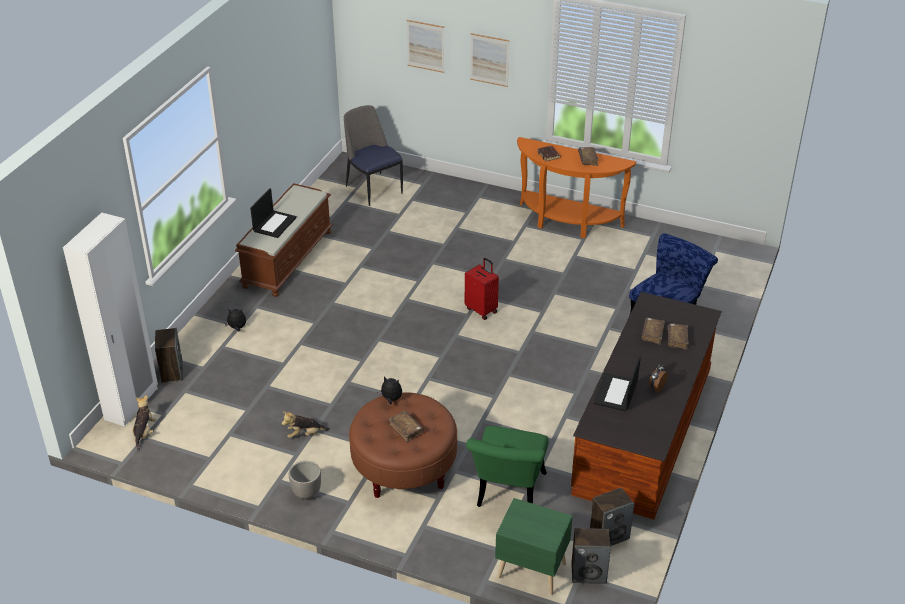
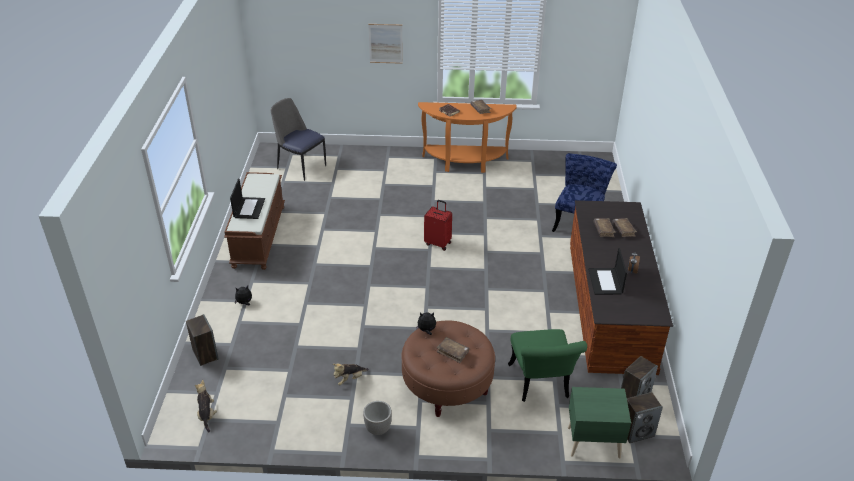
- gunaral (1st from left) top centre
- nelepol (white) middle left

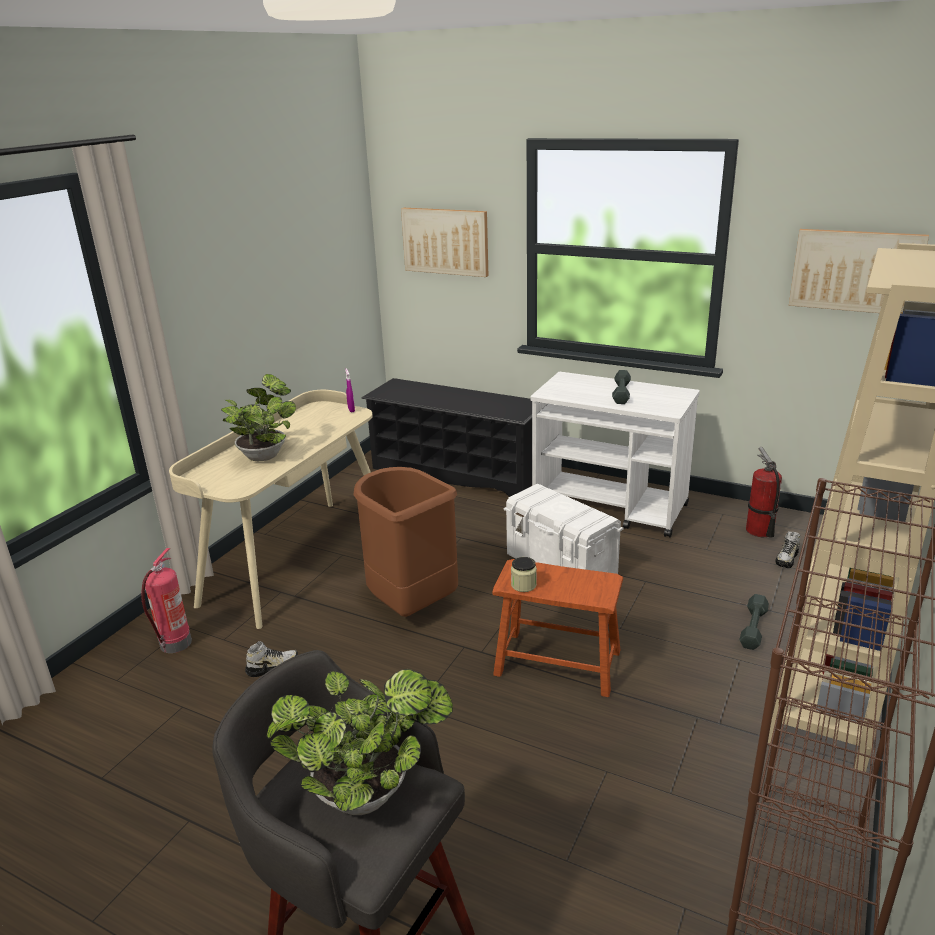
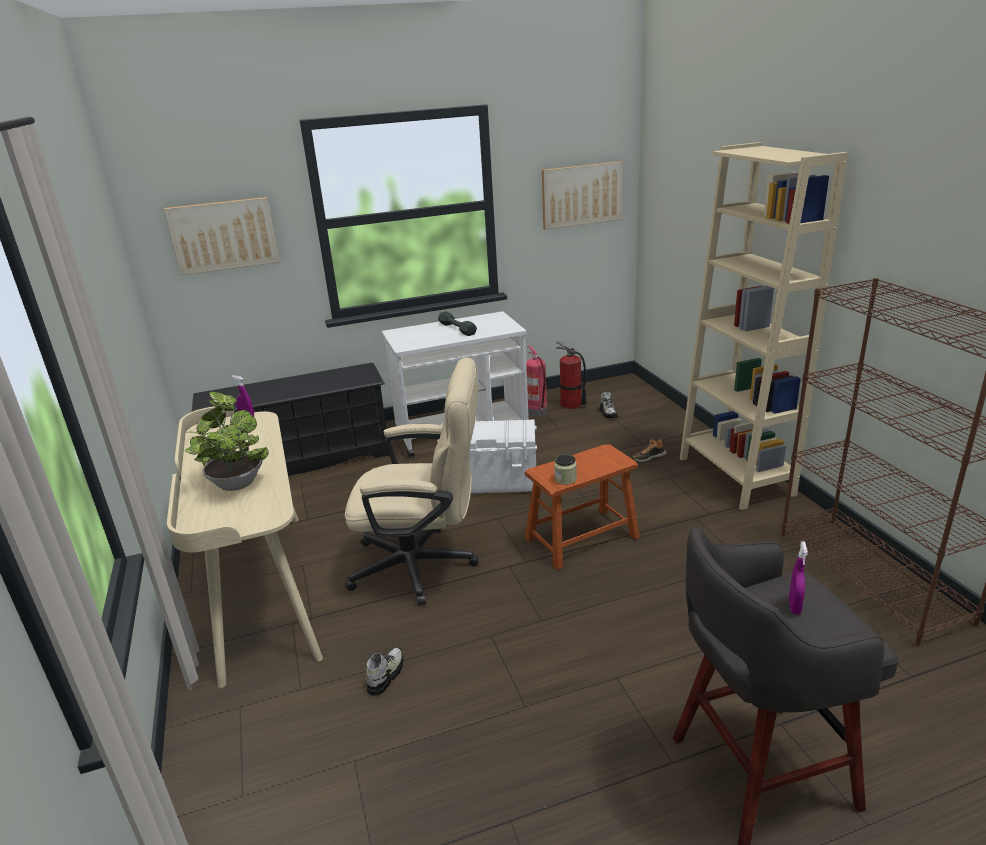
~ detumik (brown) centre to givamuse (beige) centre
~ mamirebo (1st from left) middle left to centre
~ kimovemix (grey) (2nd from left) middle right to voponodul (3rd from left) centre
~ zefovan (2nd from left) bottom centre to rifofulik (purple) (2nd from left) bottom right

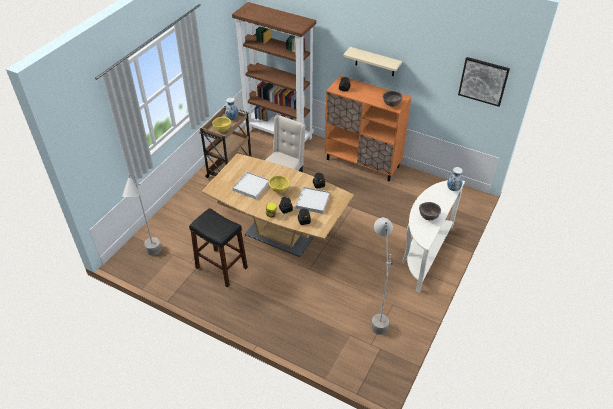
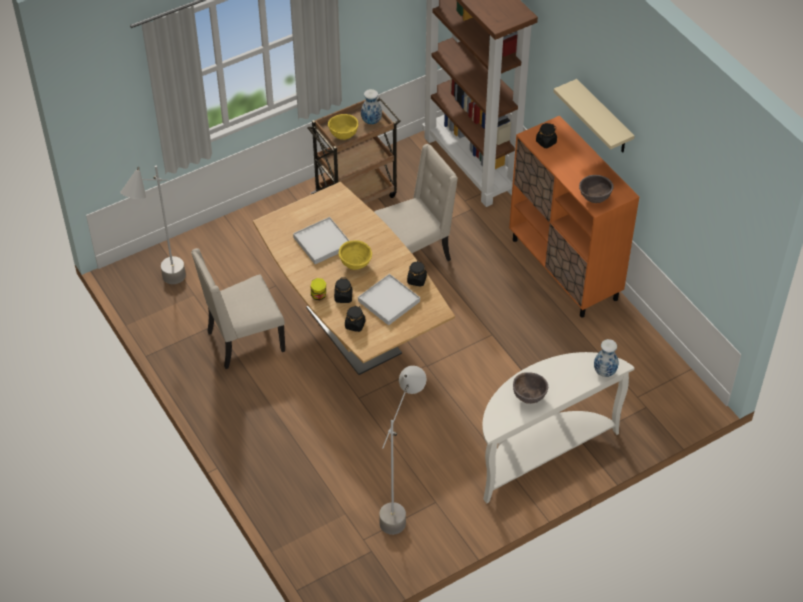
- gunaral top right
~ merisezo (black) centre to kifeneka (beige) (1st from left) middle left

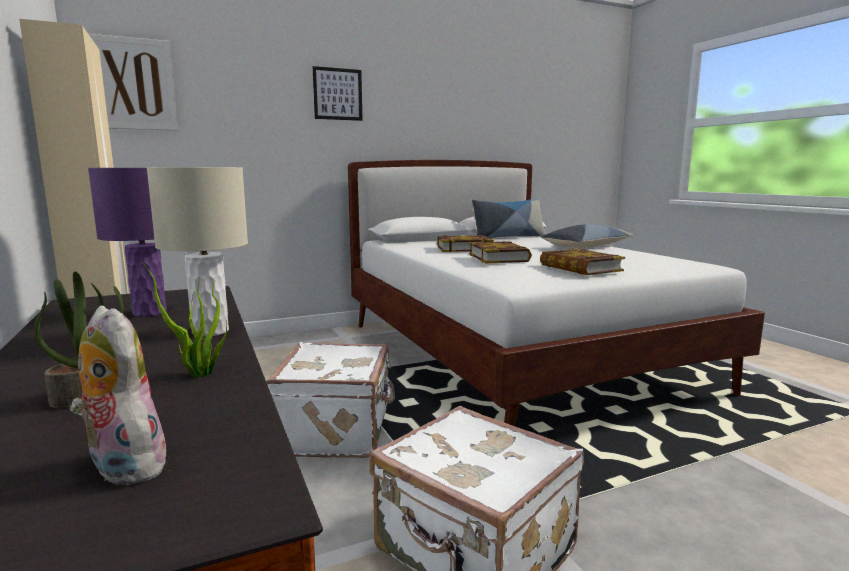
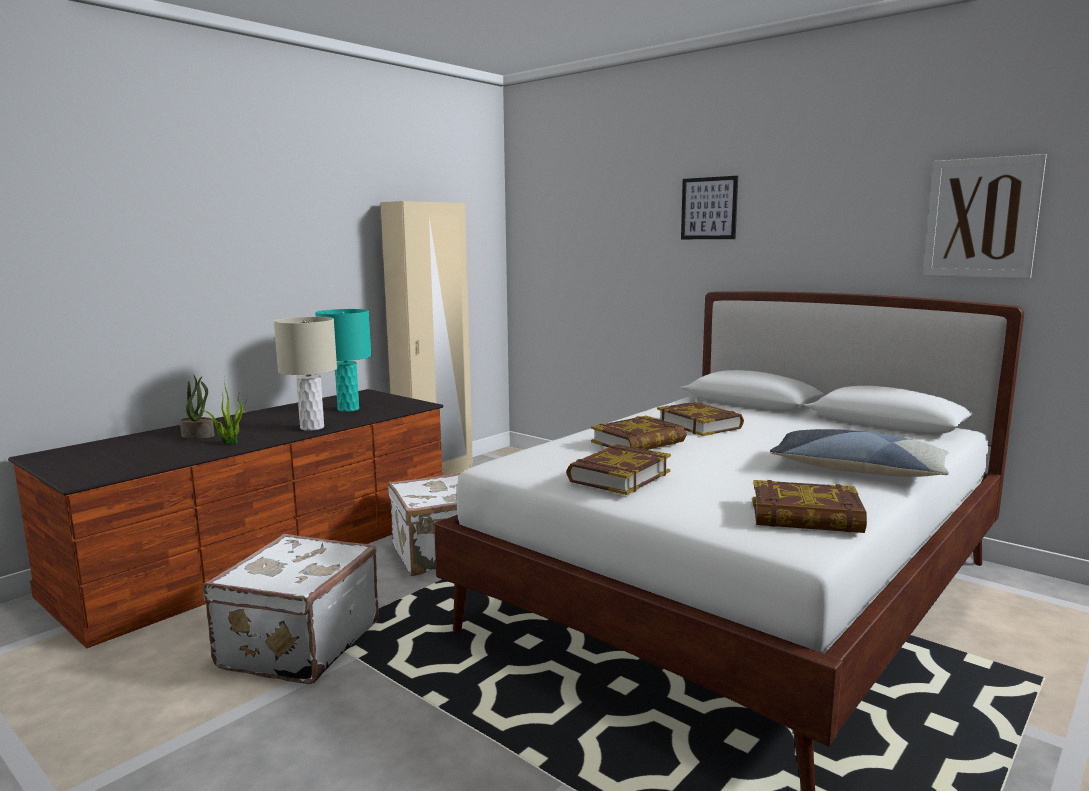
~ gunaral (1st from left in the first image) top left to gunaral (2nd from left) top right
~ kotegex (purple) middle left to kotegex (turquoise) middle left
- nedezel (1st from left) centre
- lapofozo bottom left
+ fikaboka (4th from left) middle right

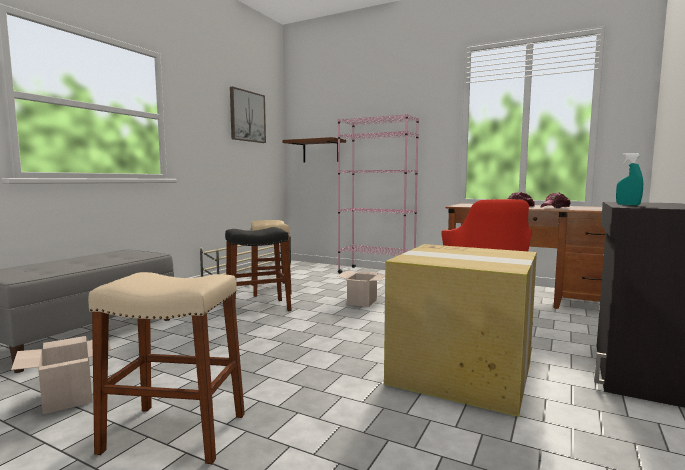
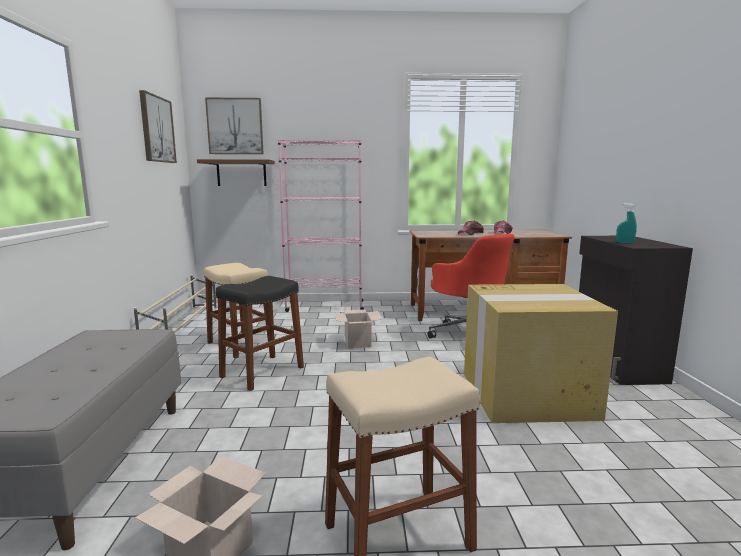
+ gunaral (2nd from left) top left

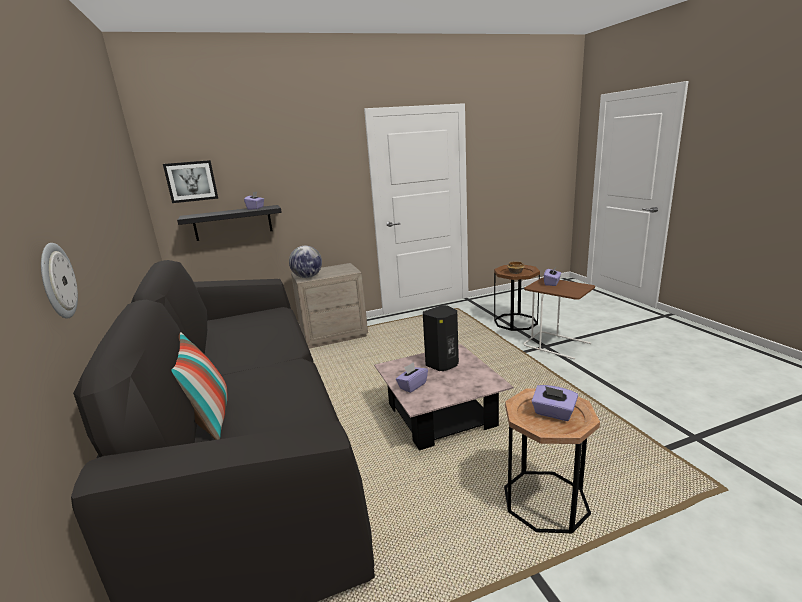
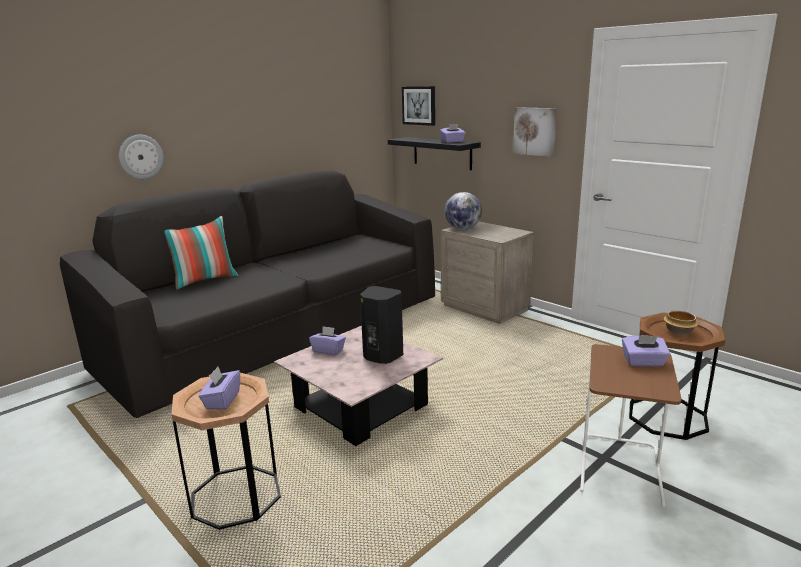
+ gunaral (2nd from left) top right

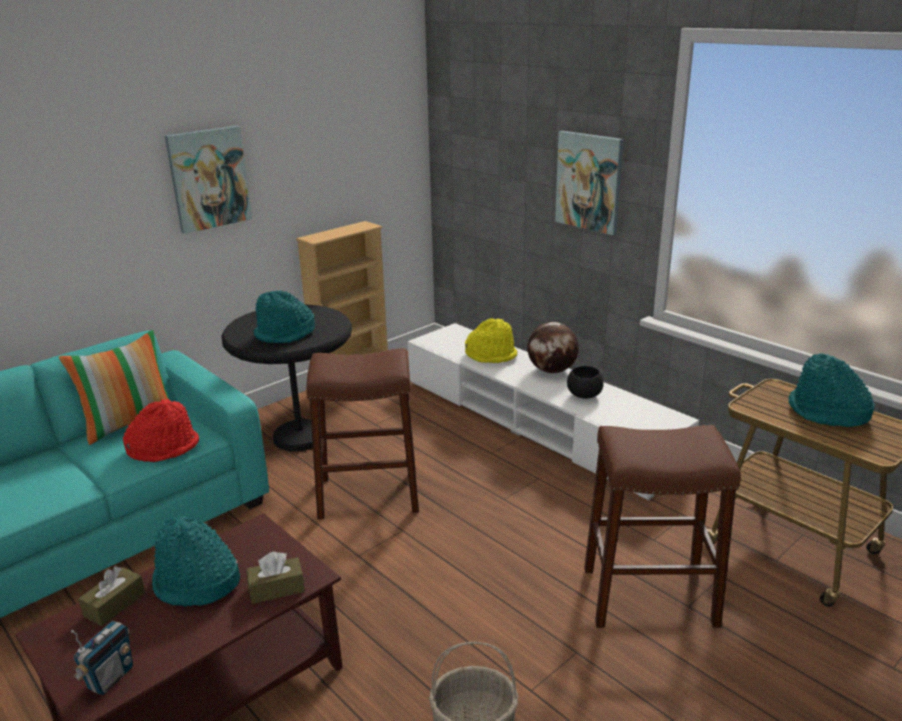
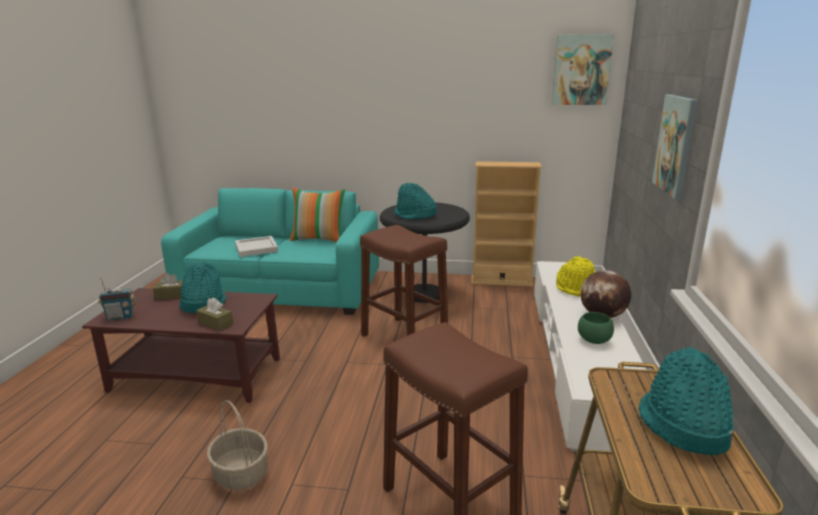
~ gunaral (1st from left) top left to top right
~ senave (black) centre to senave (green) middle right
- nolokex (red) middle left
+ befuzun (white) middle left

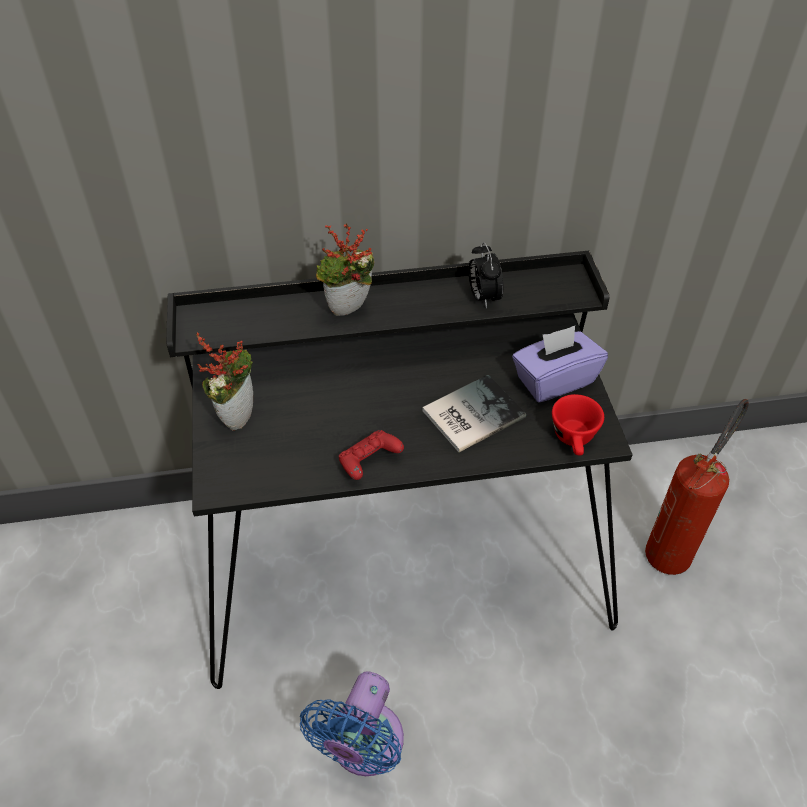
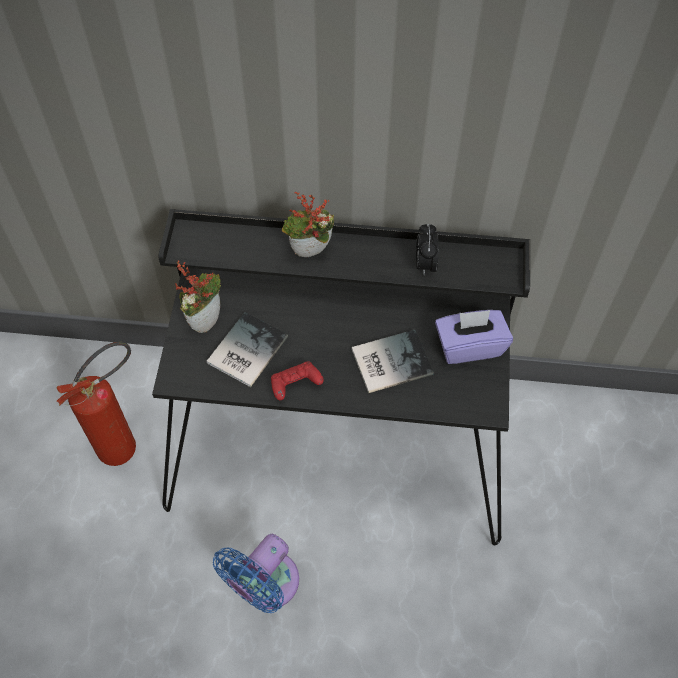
- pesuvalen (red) middle right
~ mamirebo middle right to middle left
+ fikaboka (1st from left) centre

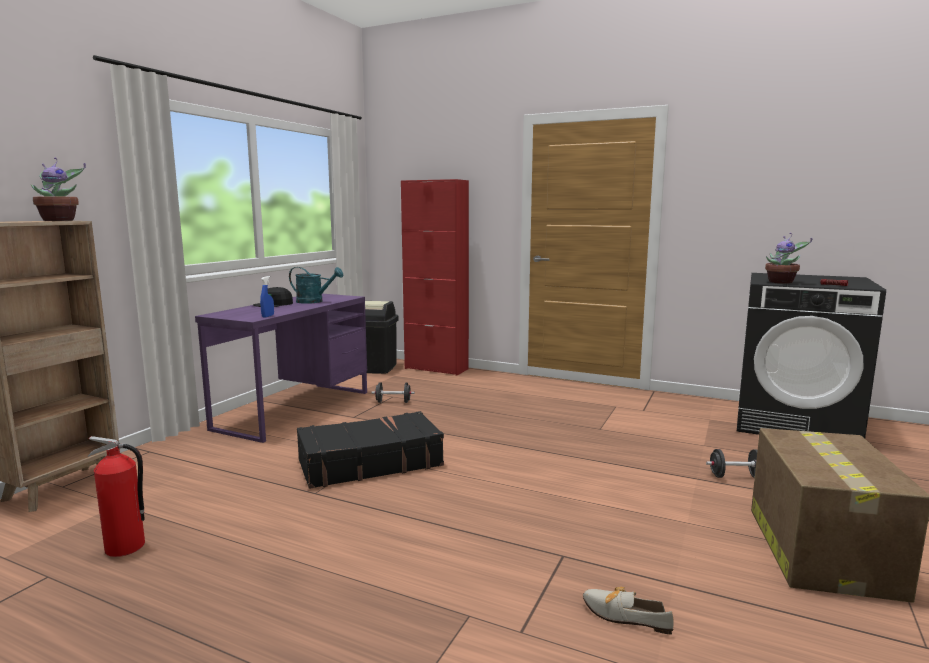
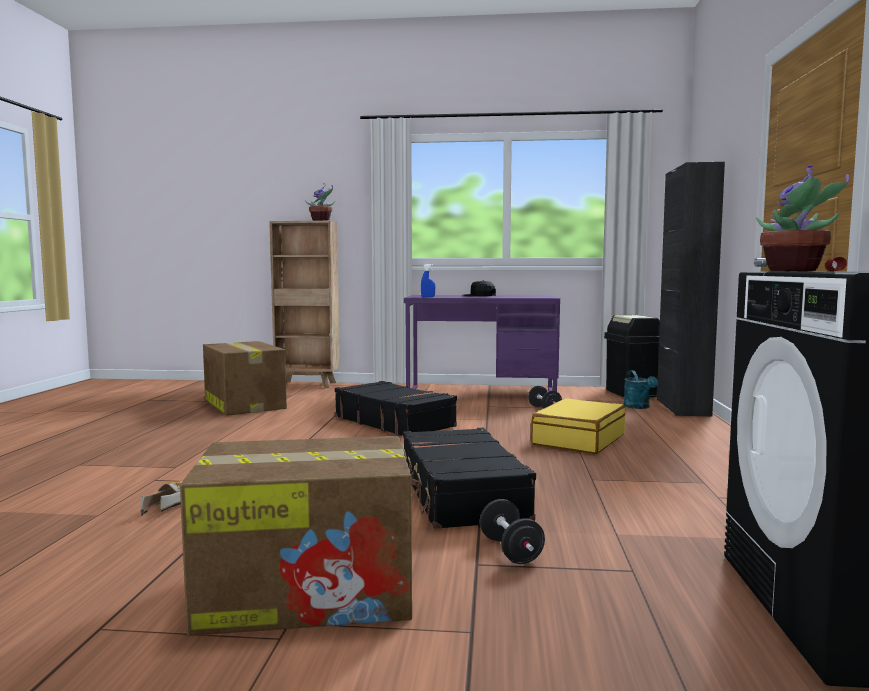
~ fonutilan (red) centre to fonutilan (black) middle right
~ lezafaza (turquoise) centre to middle right
~ mamirebo bottom left to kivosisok (1st from left) middle left
+ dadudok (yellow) centre
+ dadudok (black) (2nd from left) bottom centre

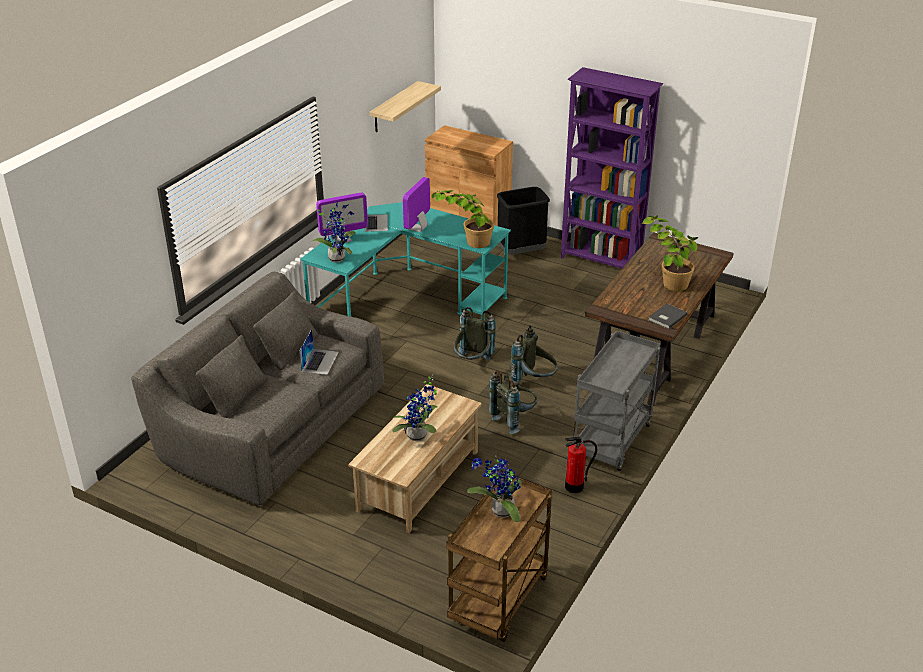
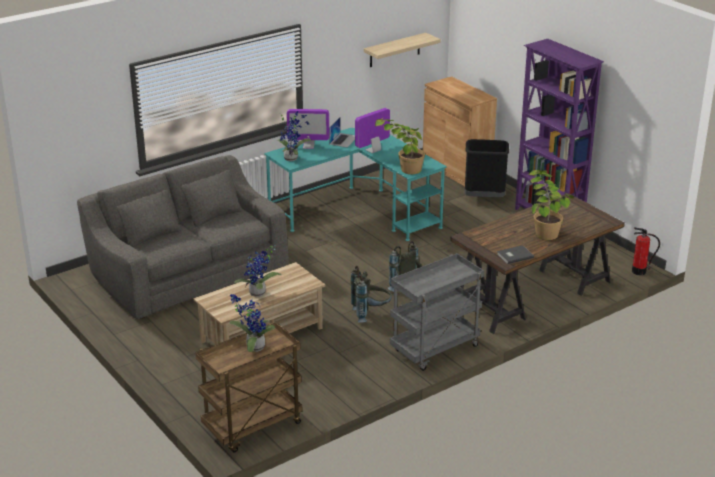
- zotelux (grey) (1st from left) centre
- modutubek (1st from left) centre
~ mamirebo bottom centre to middle right

